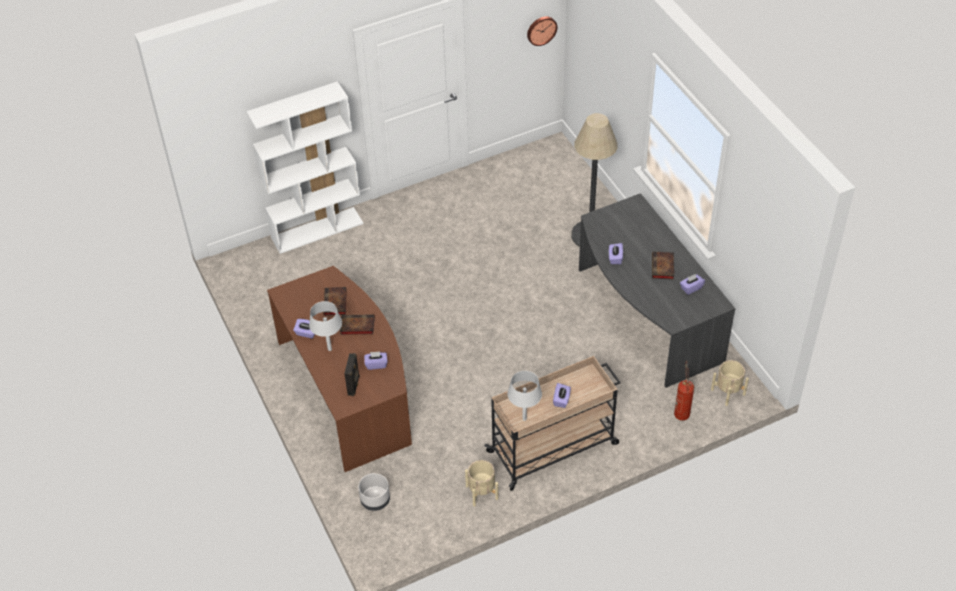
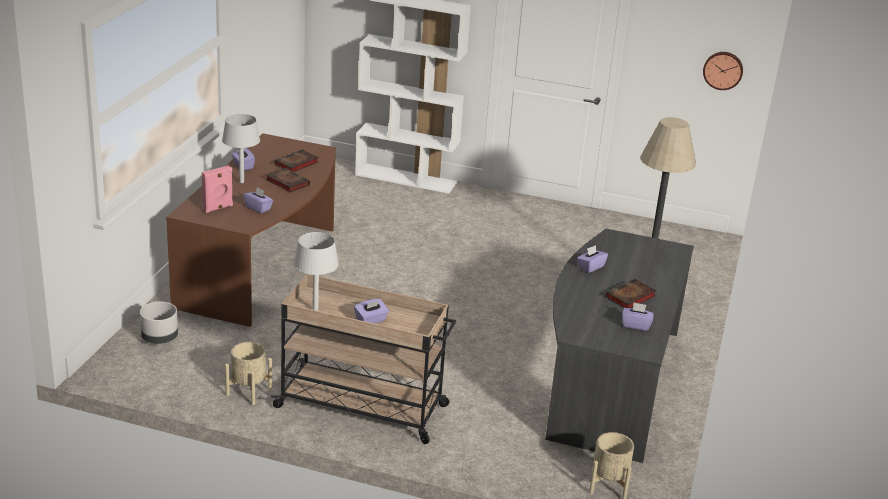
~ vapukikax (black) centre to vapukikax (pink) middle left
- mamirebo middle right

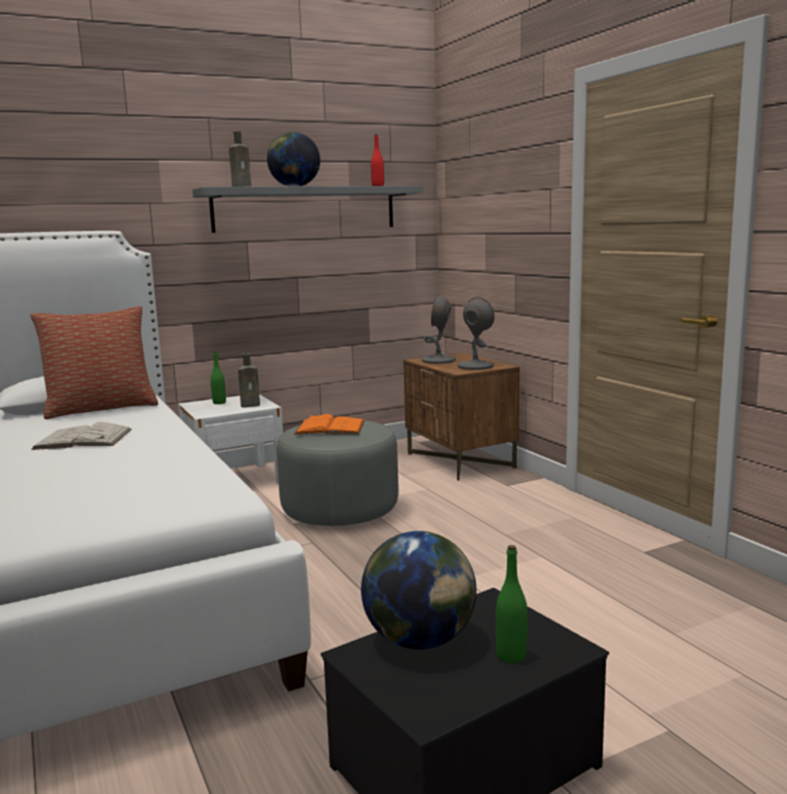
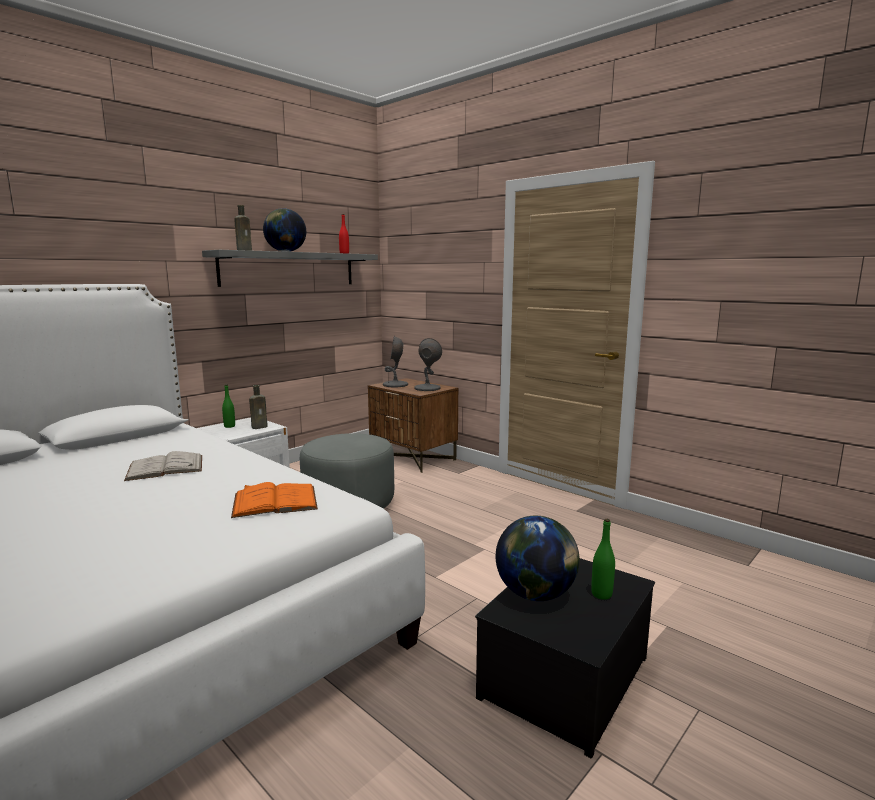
- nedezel middle left
~ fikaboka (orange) centre to middle left

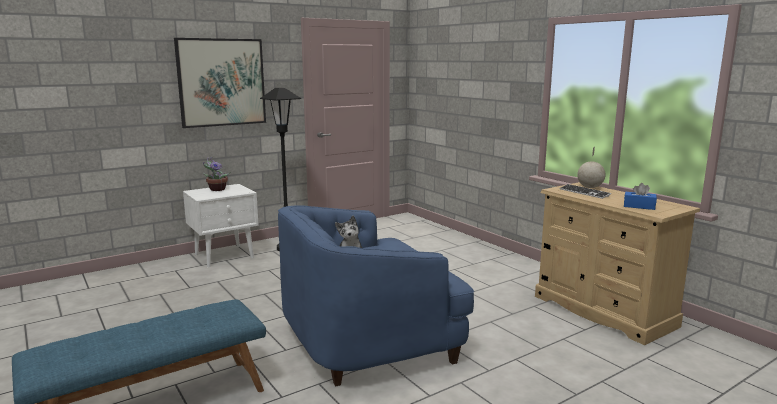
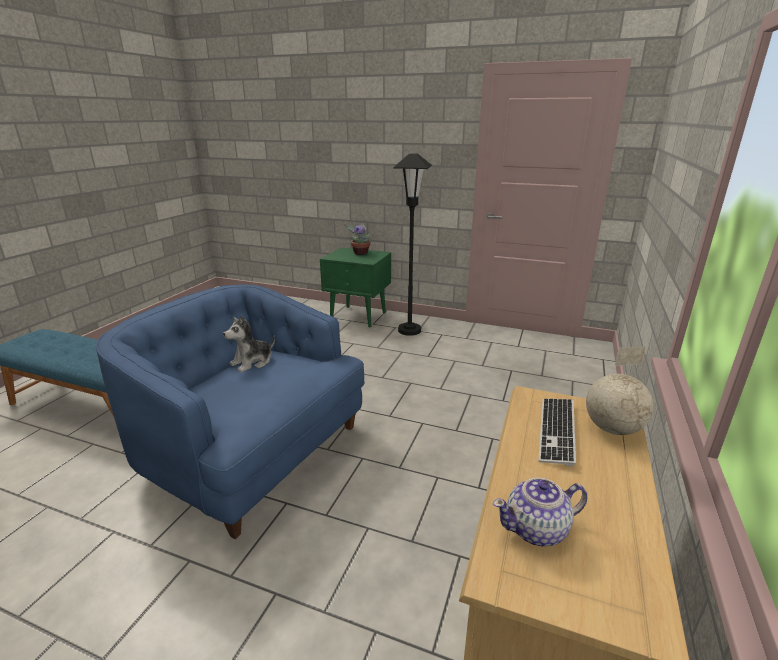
- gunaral top left
~ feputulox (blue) middle right to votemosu bottom right
~ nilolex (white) middle left to nilolex (green) centre

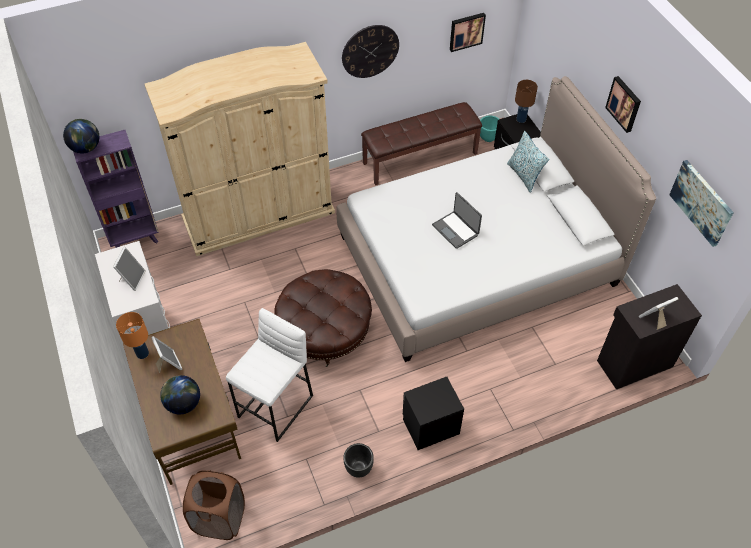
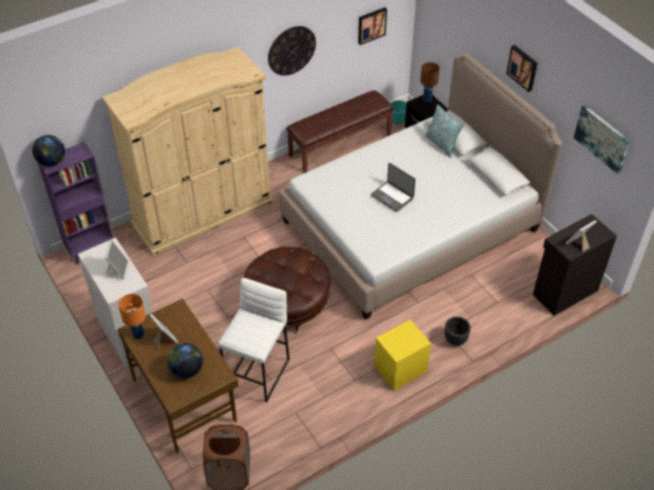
~ nilolex (black) (1st from left) bottom centre to nilolex (yellow) bottom centre
~ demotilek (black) bottom centre to bottom right

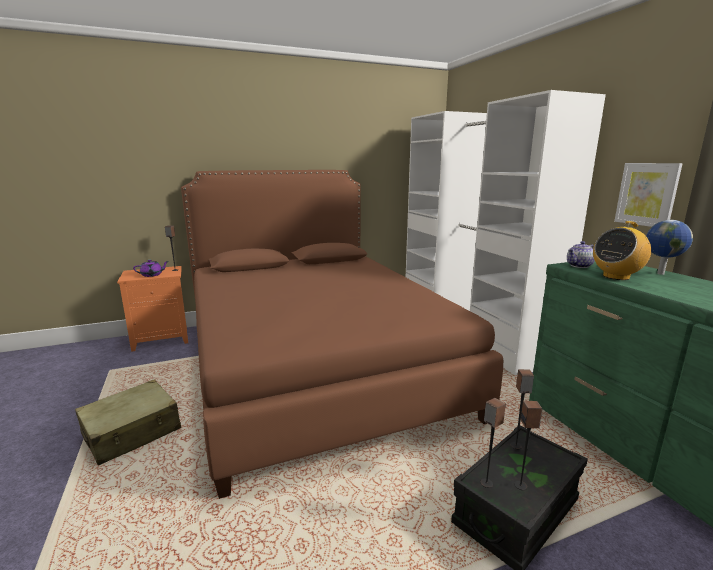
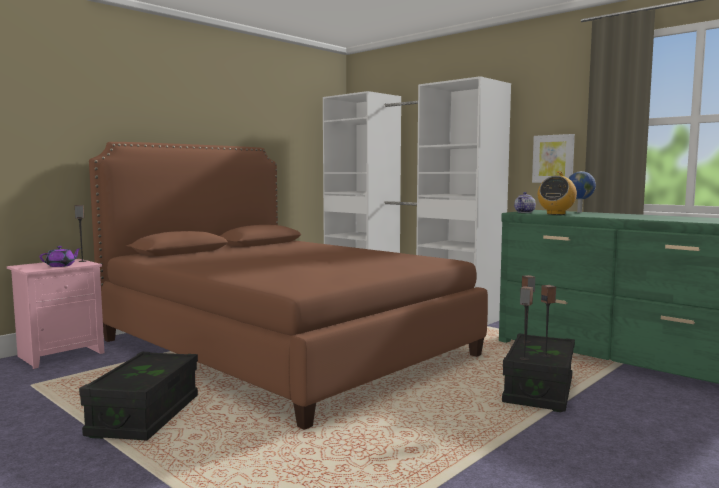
~ nilolex (orange) middle left to nilolex (pink) middle left
~ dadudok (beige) bottom left to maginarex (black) (1st from left) bottom left

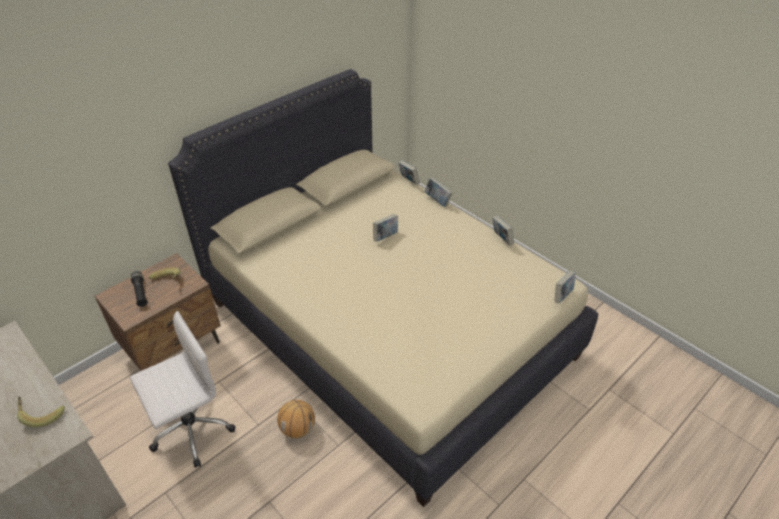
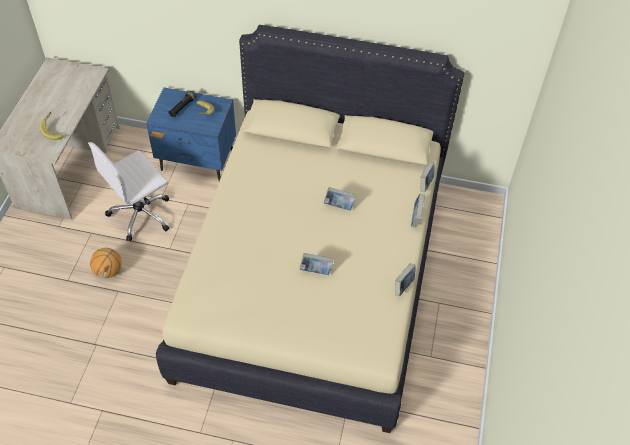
~ nilolex (brown) middle left to nilolex (blue) top left
~ fikaboka (5th from left in the first image) middle right to fikaboka (1st from left) centre
~ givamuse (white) bottom left = middle left 120 degrees clockwise
~ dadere bottom centre to middle left

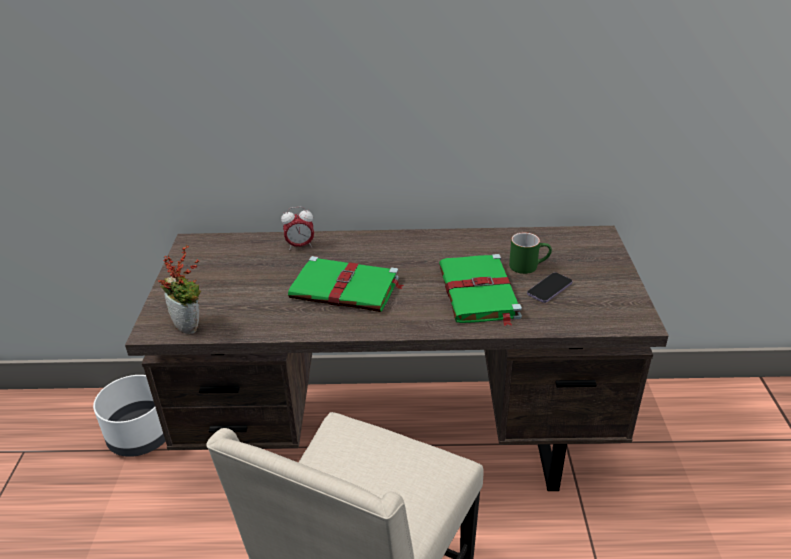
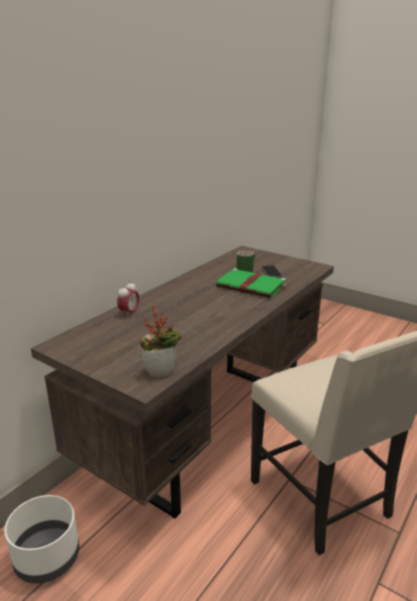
- fikaboka (green) (1st from left) centre

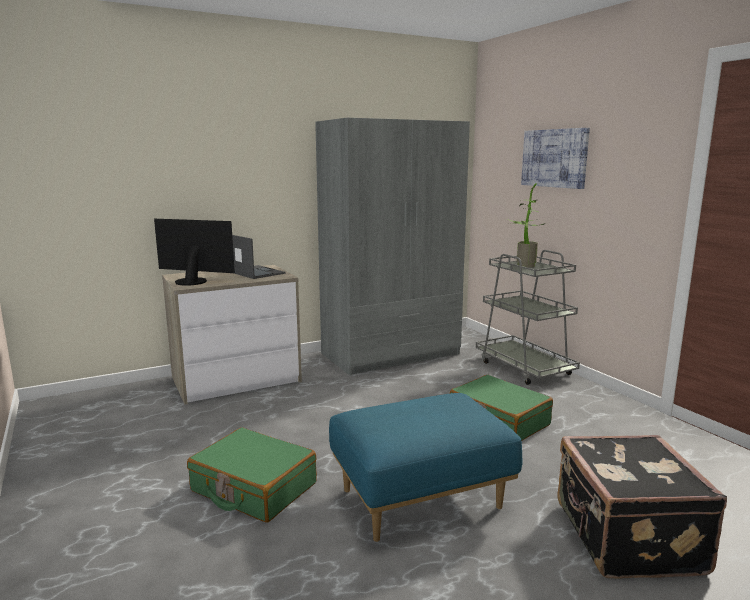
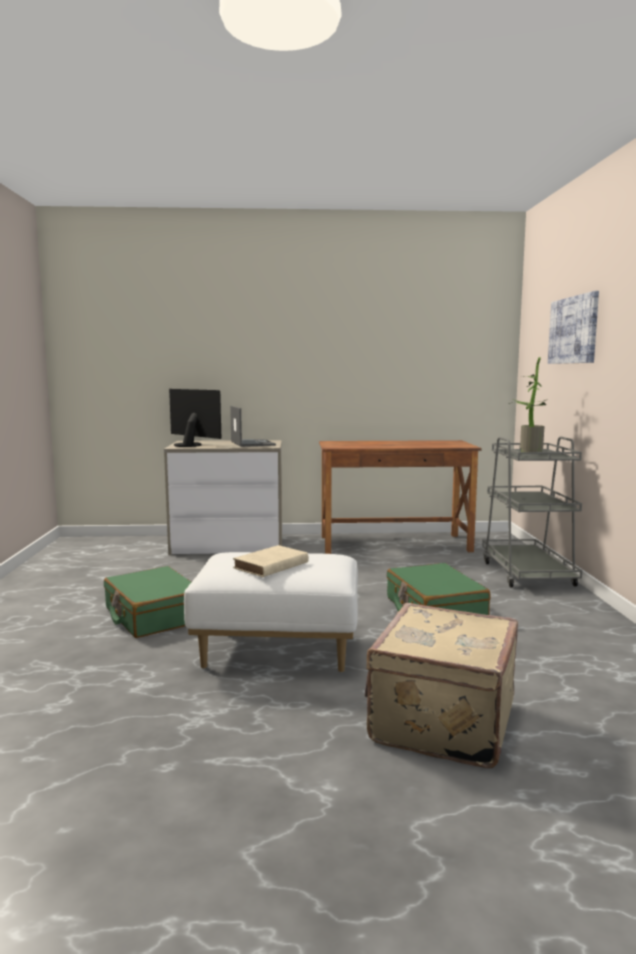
~ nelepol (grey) centre to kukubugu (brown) centre
~ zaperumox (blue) bottom centre to zaperumox (white) centre
~ dadudok (black) bottom right to dadudok (beige) bottom right
+ fikaboka (beige) centre

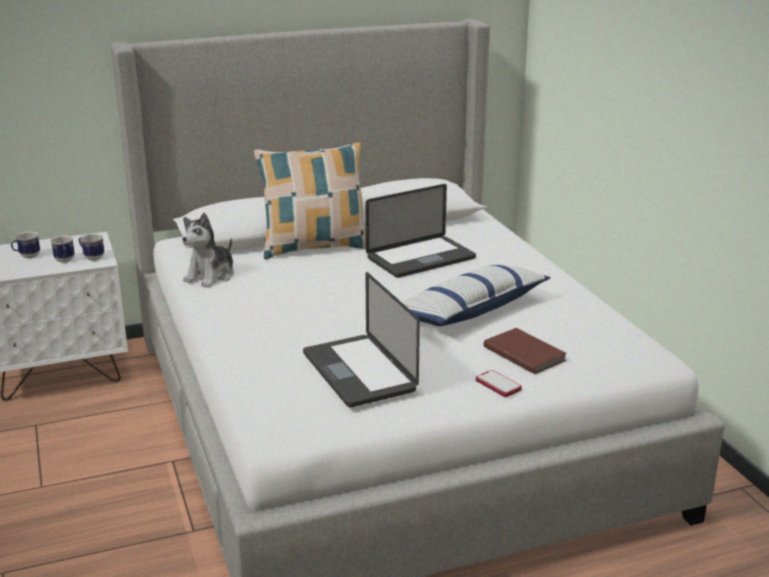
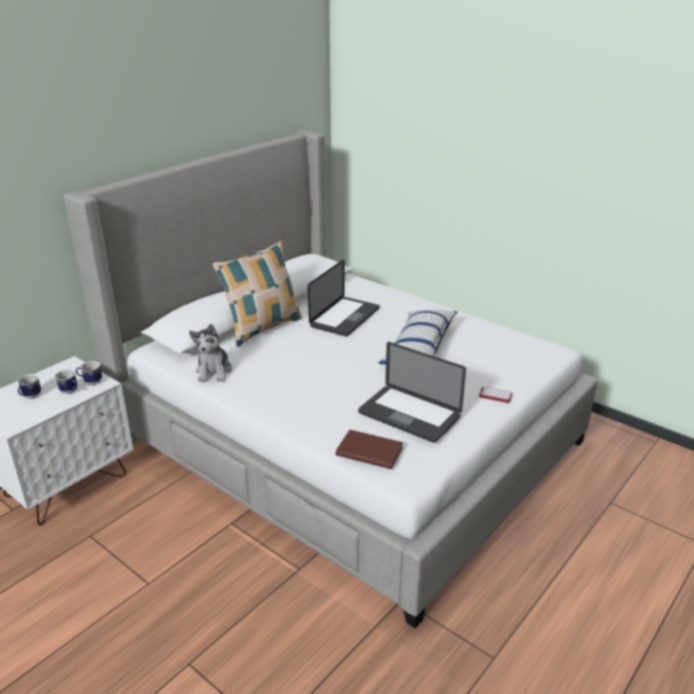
~ fikaboka (brown) middle right to centre

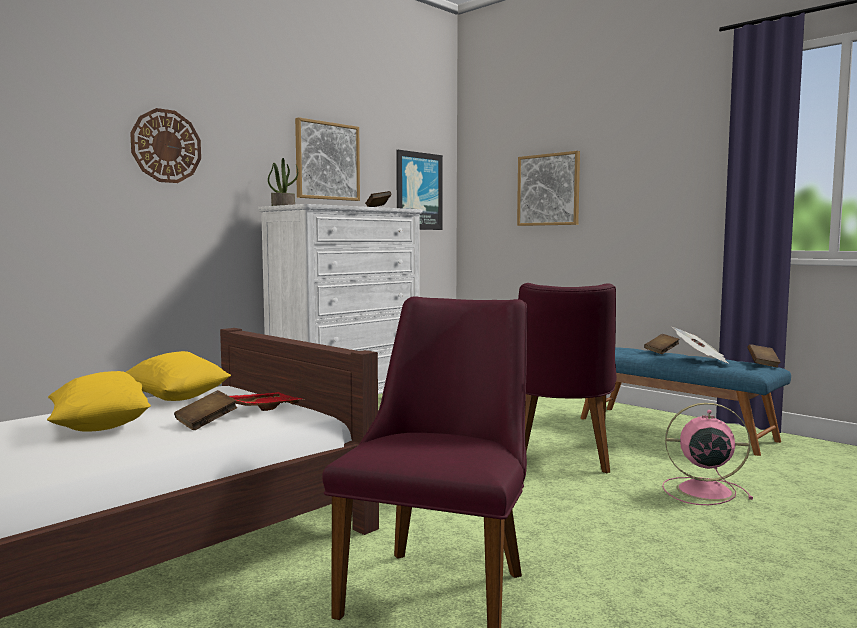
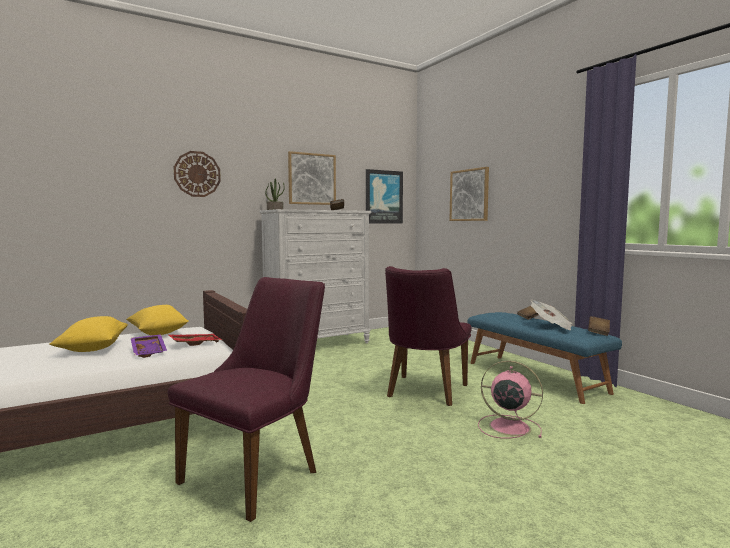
~ fikaboka (brown) (1st from left) middle left to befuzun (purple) middle left

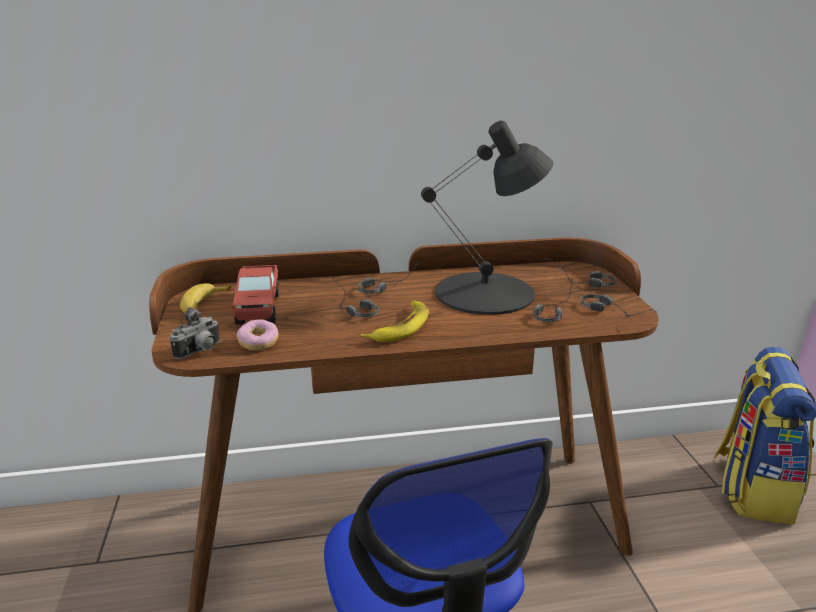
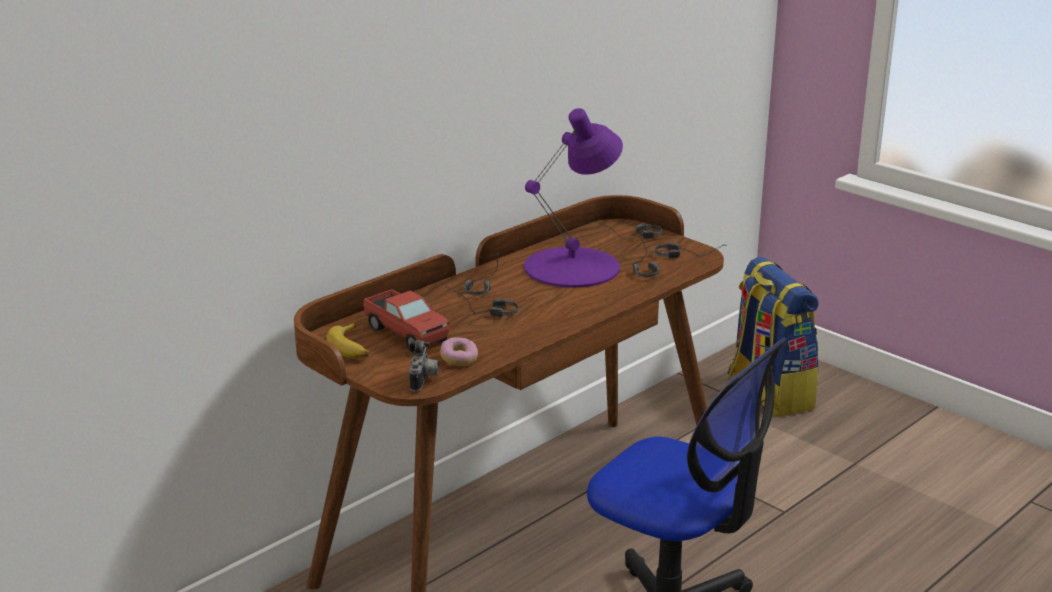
~ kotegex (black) centre to kotegex (purple) centre
- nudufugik (2nd from left) centre

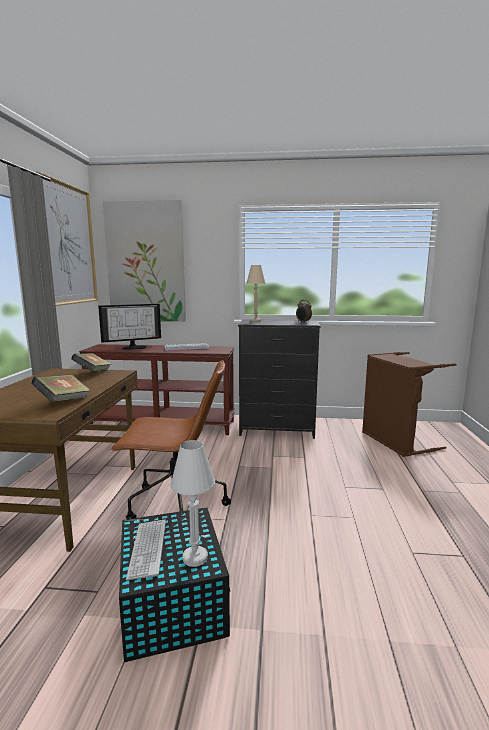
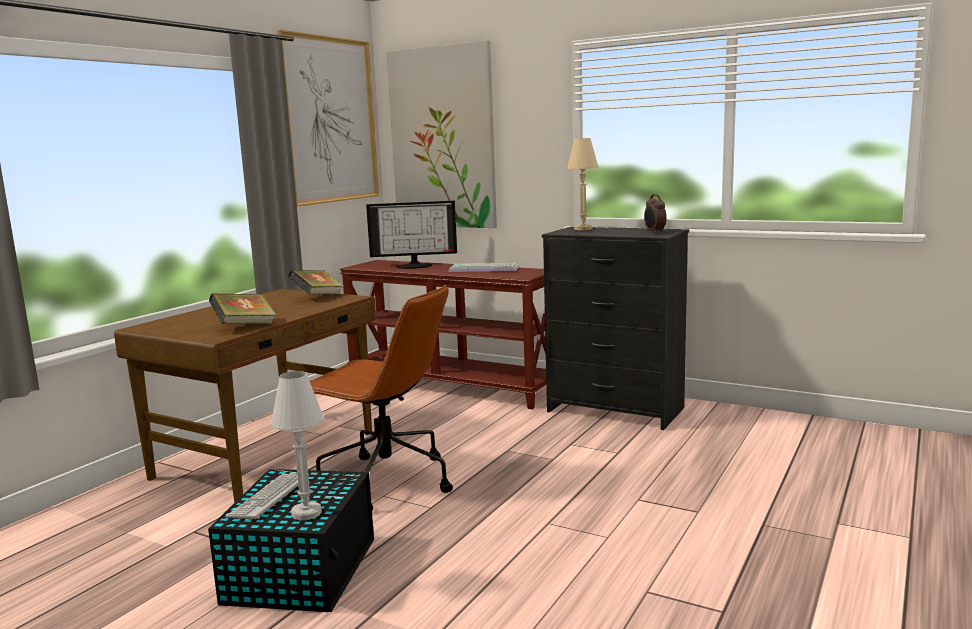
- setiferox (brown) middle right

